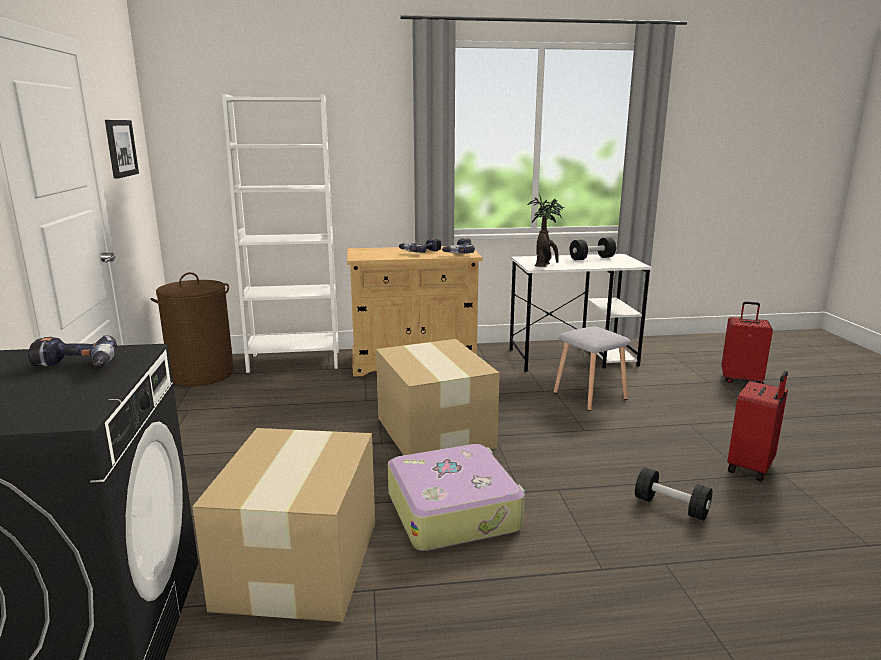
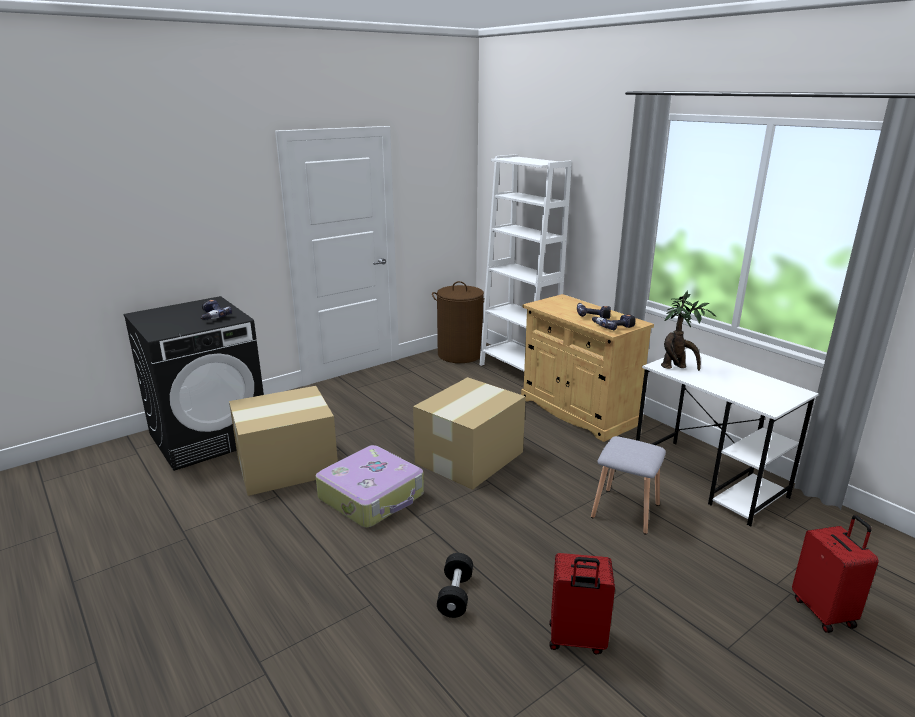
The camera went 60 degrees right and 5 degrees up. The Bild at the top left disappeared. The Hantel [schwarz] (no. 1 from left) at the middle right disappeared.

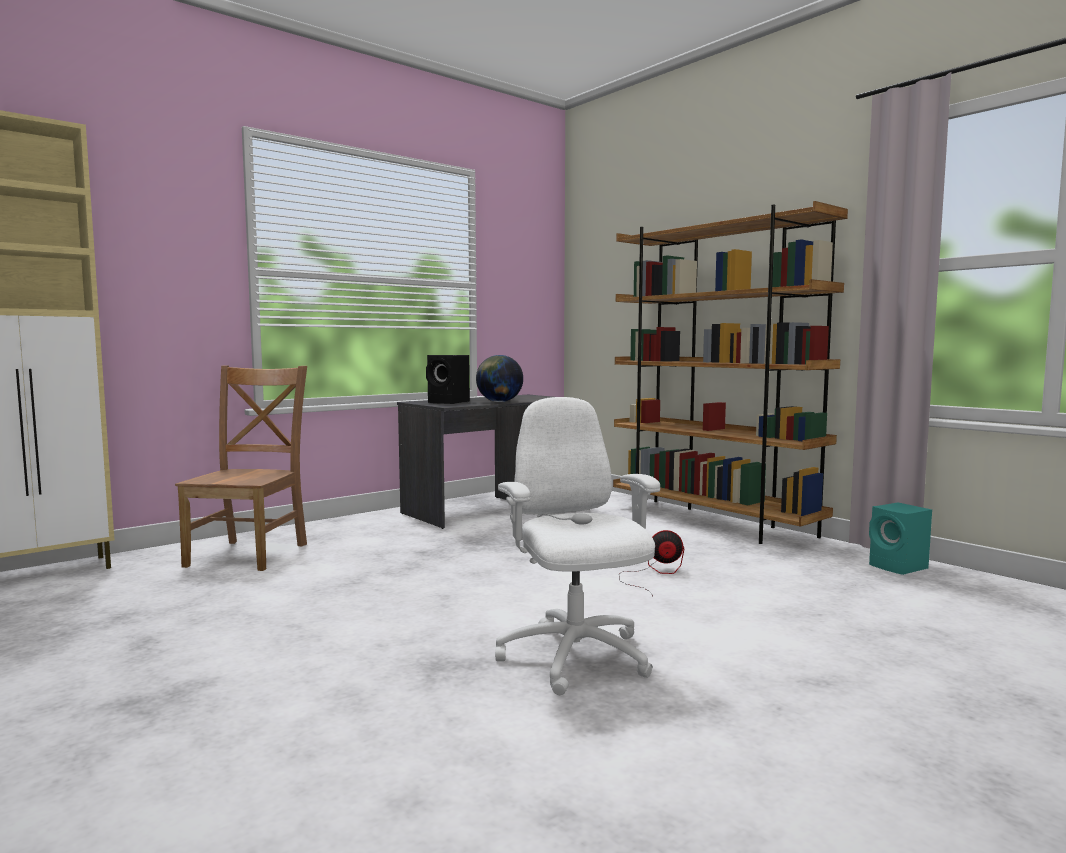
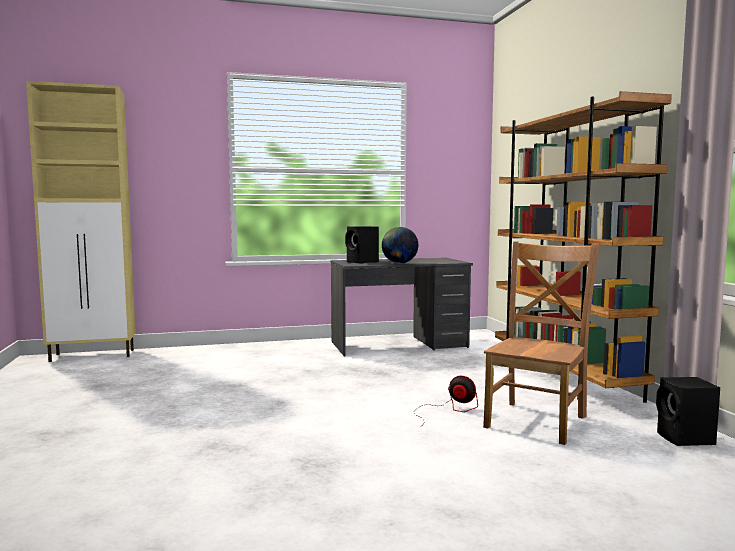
The camera went 25 degrees right and 0 degrees up. The Stuhl [braun] moved from the middle left to the middle right. The Bürostuhl [weiß] at the centre disappeared. The Lautsprecher [türkis] at the middle right became the Lautsprecher [schwarz] (no. 2 from left) at the bottom right.

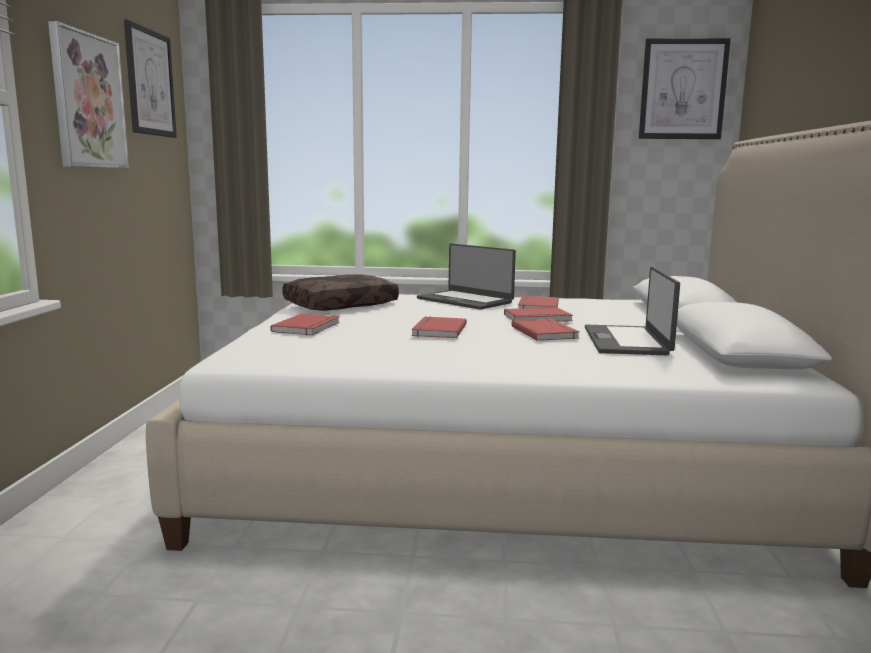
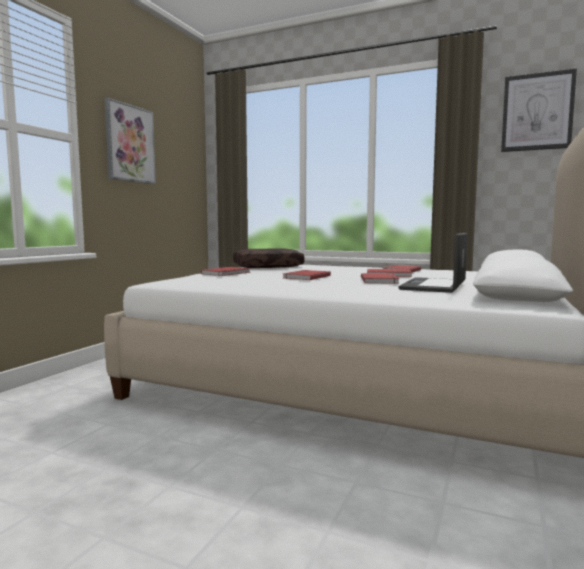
The camera went 20 degrees right and 5 degrees down. The Bild (no. 2 from left) at the top left disappeared. The Laptop (no. 1 from left) at the centre disappeared.

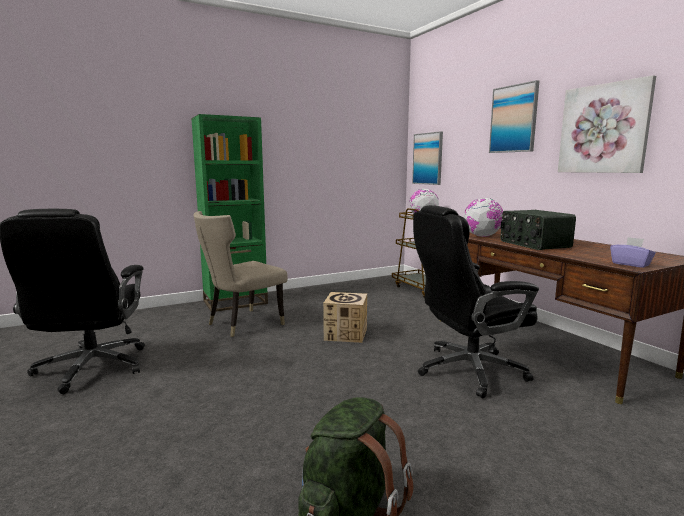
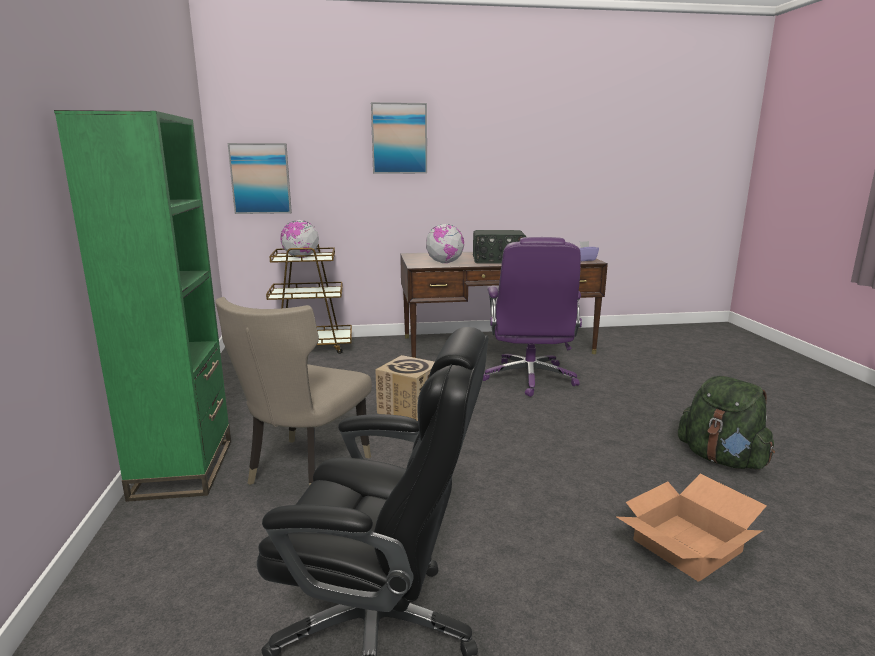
The camera went 70 degrees left and 5 degrees up. The Stuhl [beige] at the centre turned 45 degrees clockwise. The Bürostuhl [schwarz] (no. 2 from left) at the middle right became the Bürostuhl [lila] at the centre. The Bild (no. 3 from left) at the top right disappeared. The Karton (no. 2 from left) at the bottom right appeared.

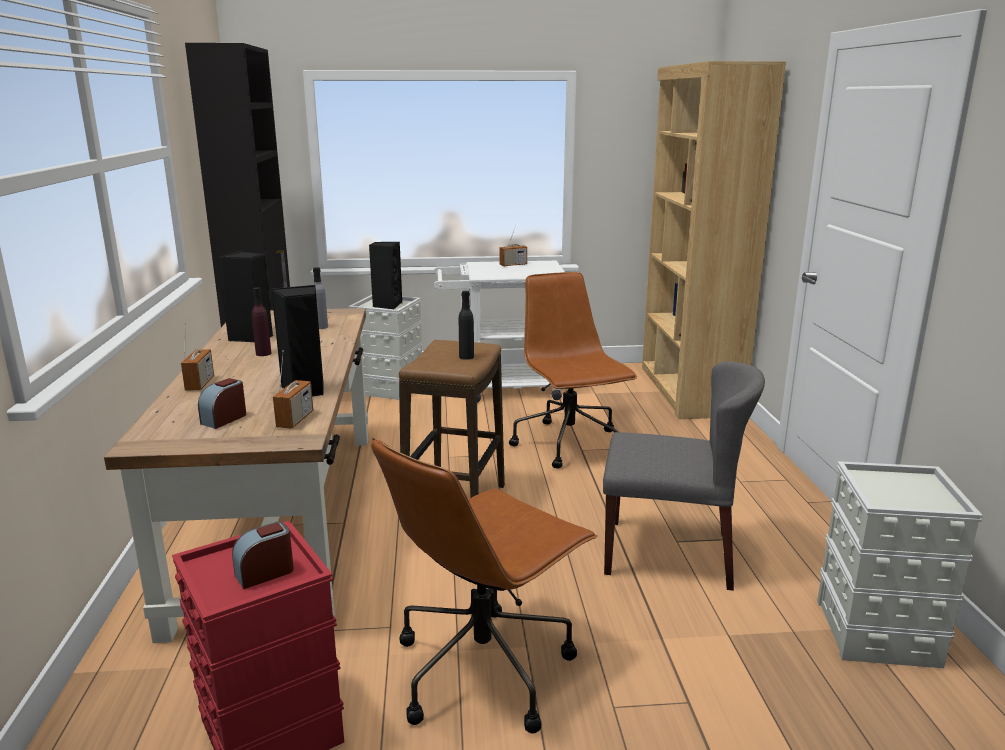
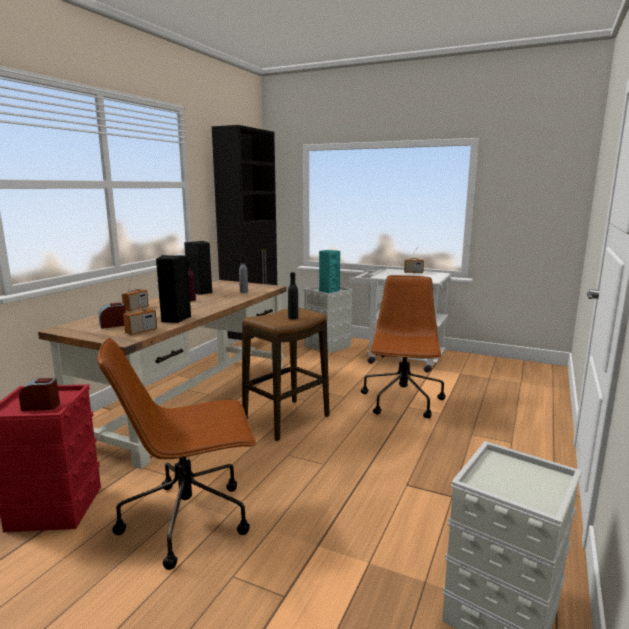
The camera went 30 degrees right and 5 degrees down. The Lautsprecher [schwarz] (no. 3 from left) at the centre became the Lautsprecher [türkis] at the centre. The Stuhl [grau] at the middle right disappeared. The Bücherregal [braun] at the top right disappeared.

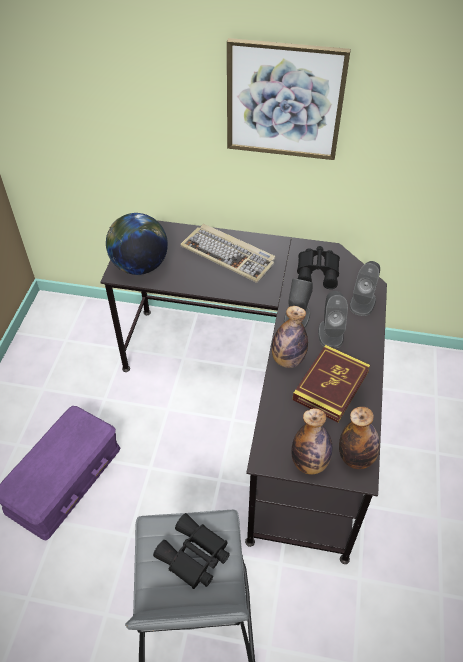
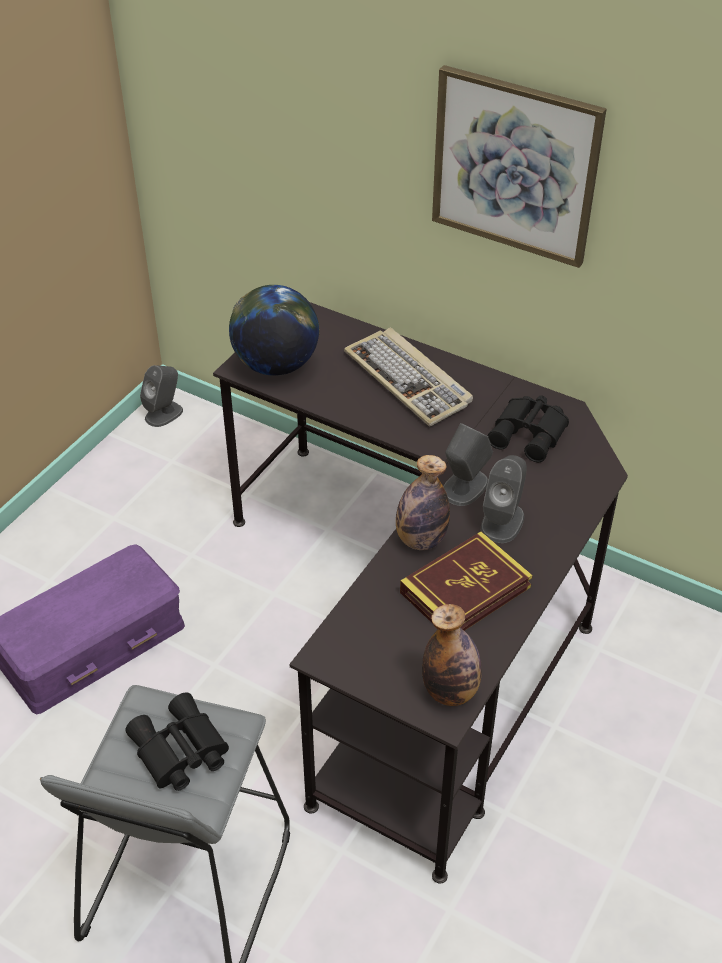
The camera went 20 degrees right and 5 degrees down. The Flasche (no. 2 from left) at the middle right disappeared. The Lautsprecher [grau] (no. 3 from left in the first image) moved from the middle right to the middle left.

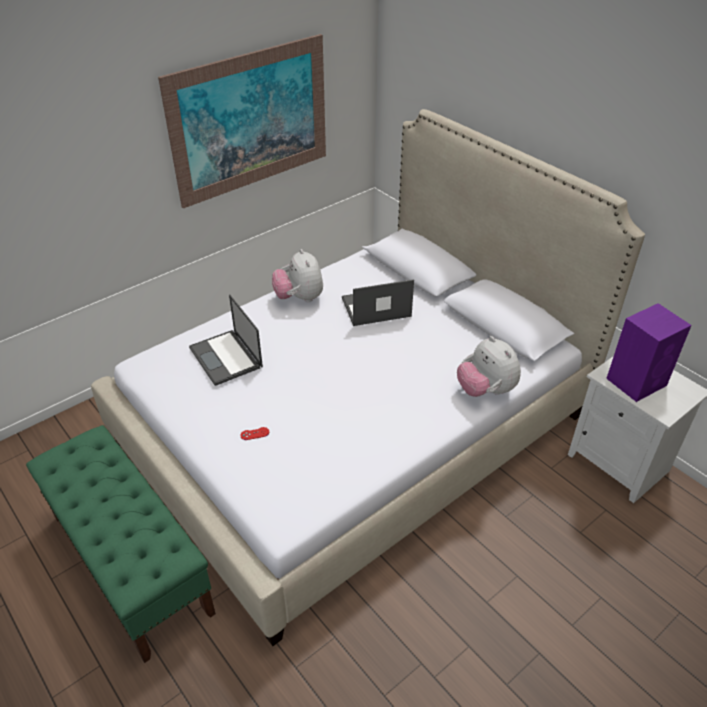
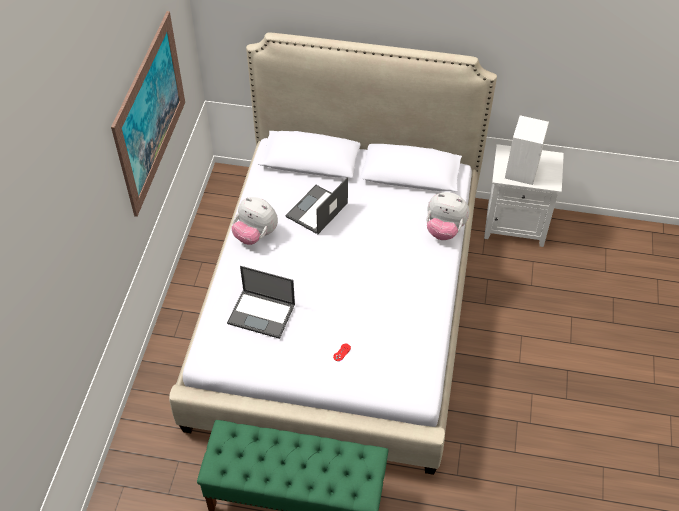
The camera went 40 degrees left and 10 degrees up. The Lautsprecher [lila] at the middle right became the Lautsprecher [weiß] at the top right.

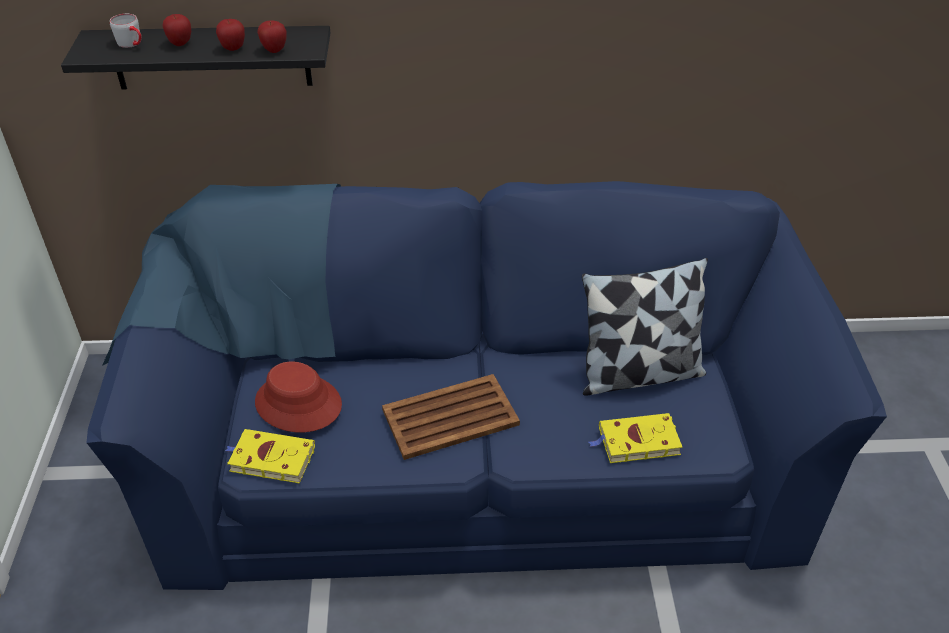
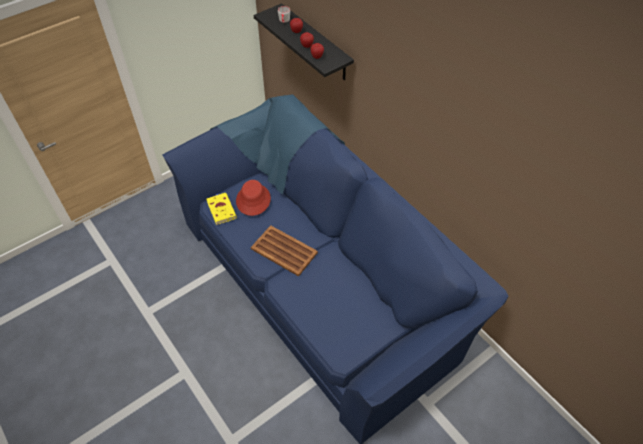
The camera went 55 degrees right and 10 degrees up. The Kissen at the middle right disappeared. The Buch [gelb] (no. 2 from left) at the bottom right disappeared.

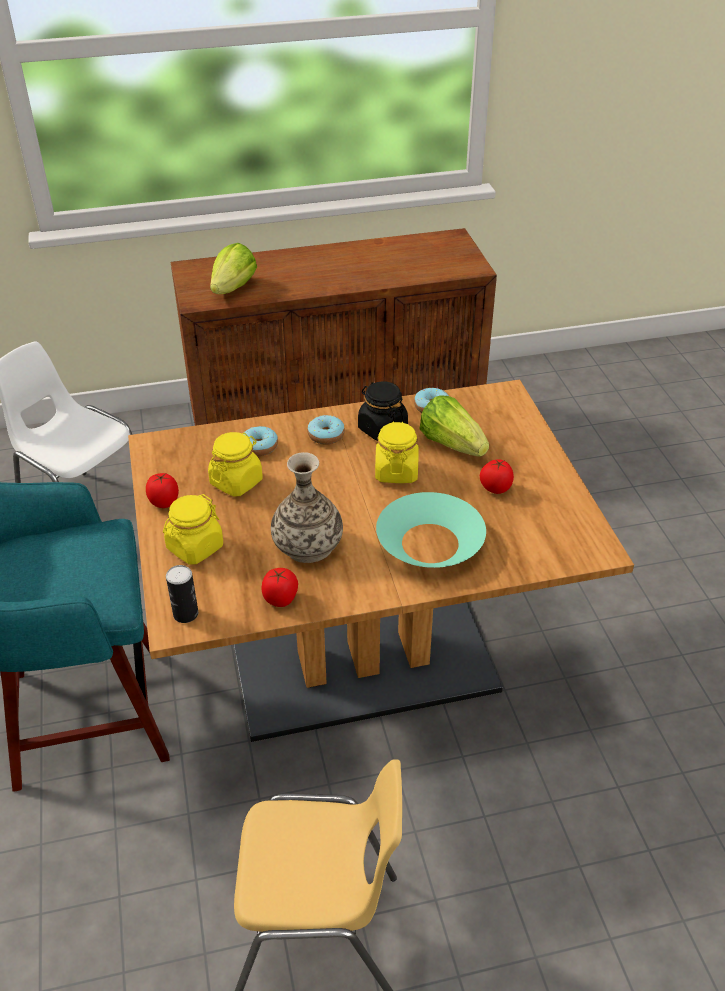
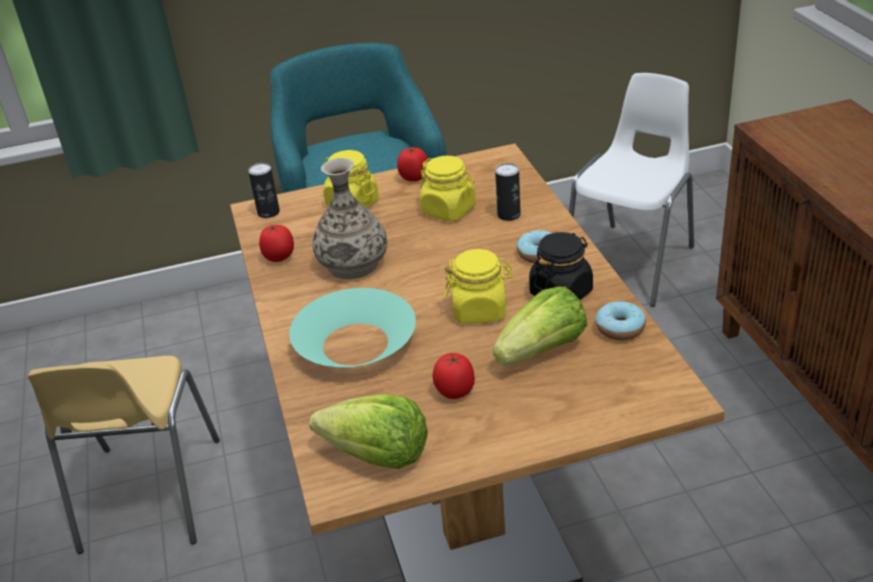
The camera went 90 degrees right and 5 degrees down. The Salatkopf (no. 1 from left) moved from the top left to the bottom centre. The Donut (no. 1 from left) at the centre was replaced by the Dose (no. 2 from left) at the top centre.

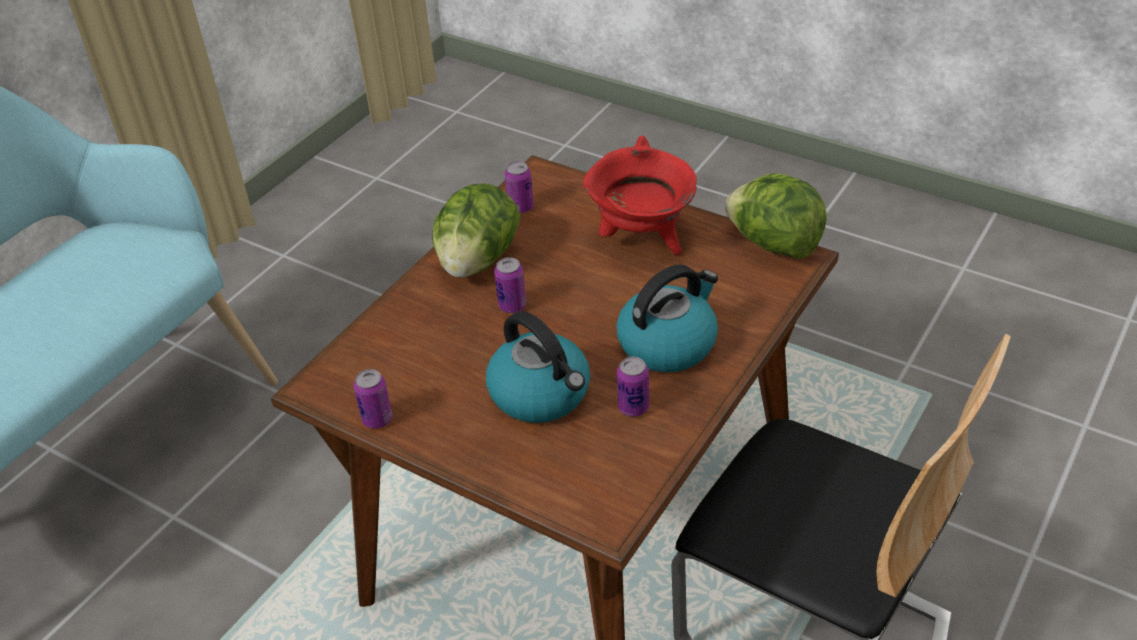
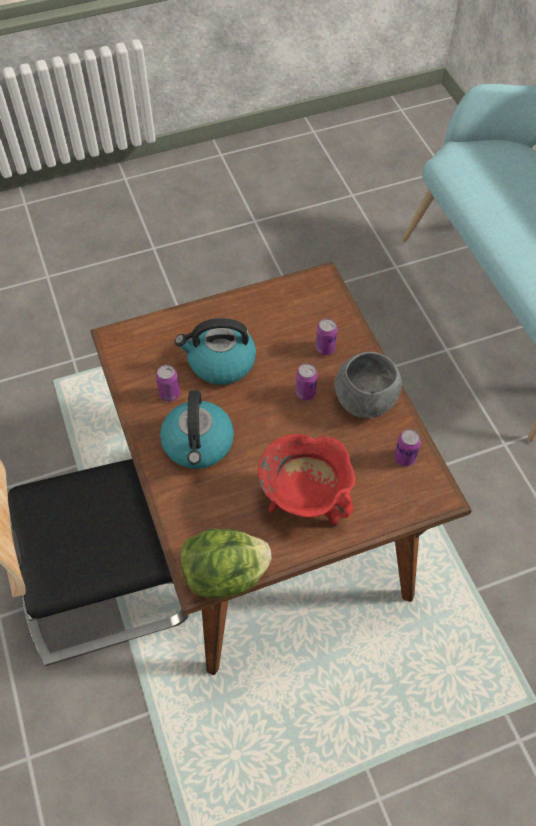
The camera went 125 degrees right and 15 degrees up. The Dose (no. 1 from left in the first image) moved from the middle left to the centre. The Salatkopf (no. 1 from left) at the centre was replaced by the Schüssel [grau] at the middle right.

